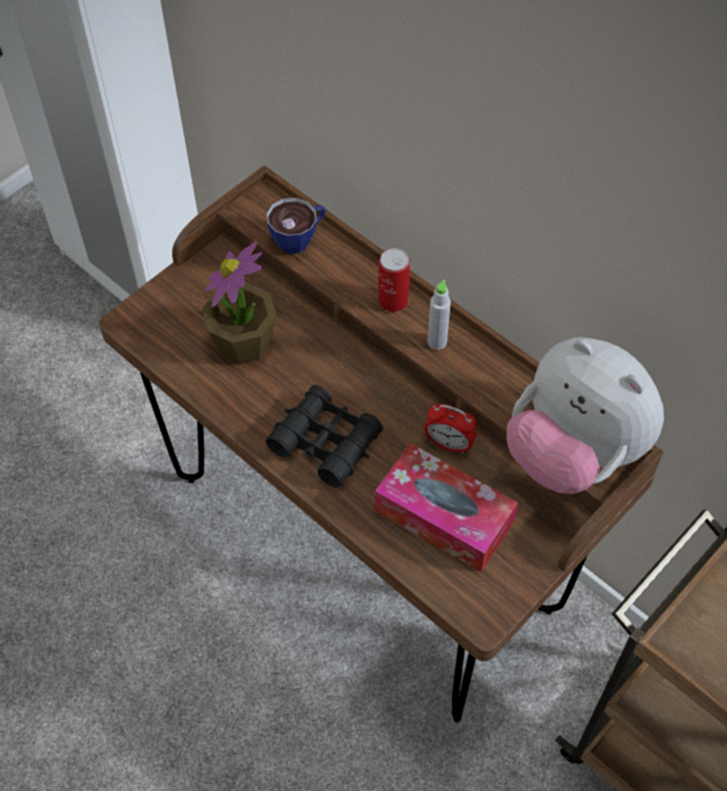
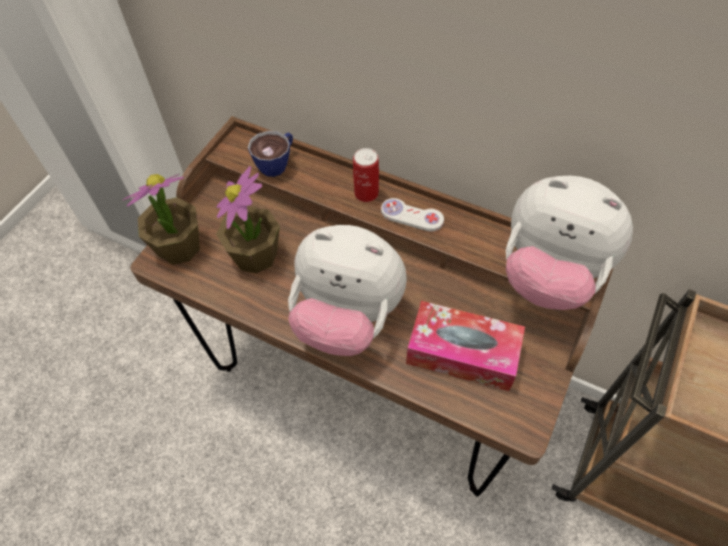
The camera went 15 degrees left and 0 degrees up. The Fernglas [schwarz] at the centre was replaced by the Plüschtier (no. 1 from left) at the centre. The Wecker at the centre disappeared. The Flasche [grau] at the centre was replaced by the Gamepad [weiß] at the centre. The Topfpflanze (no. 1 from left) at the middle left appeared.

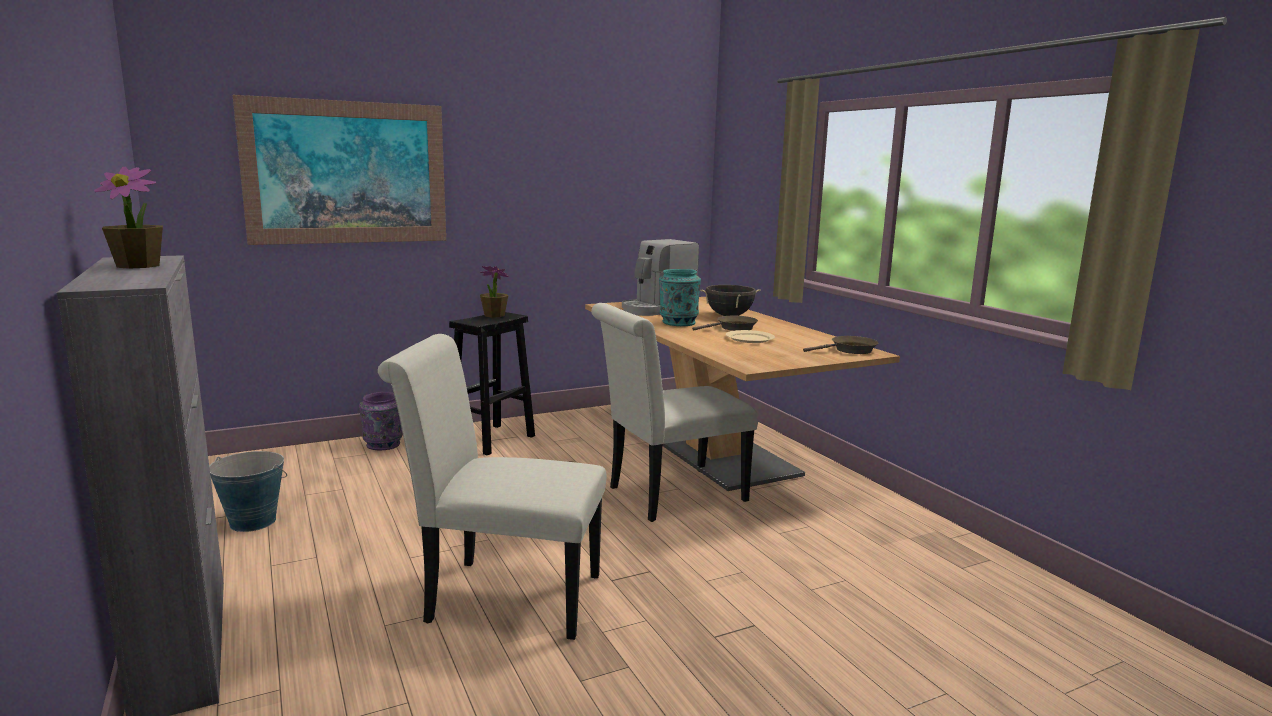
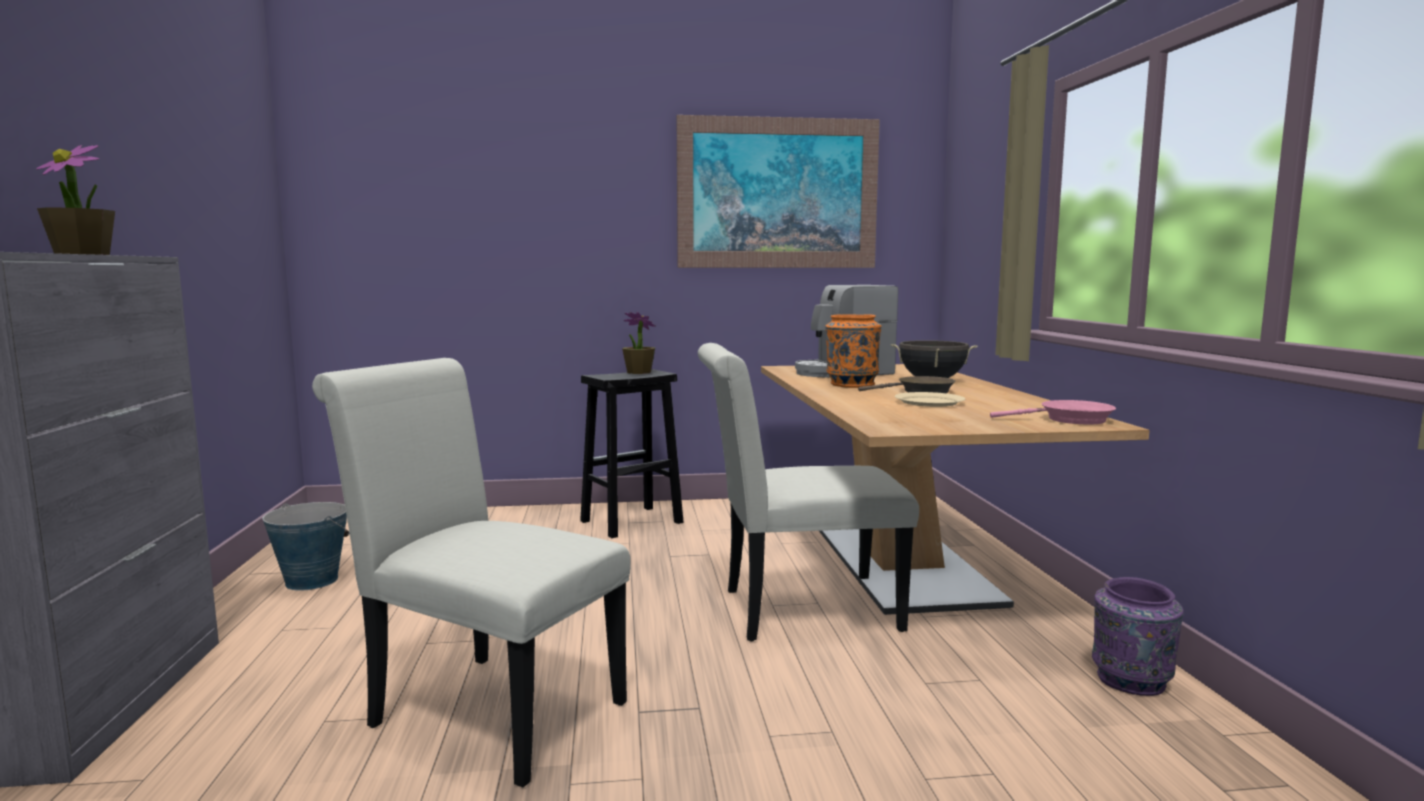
The camera went 20 degrees right and 5 degrees down. The Bild moved from the top left to the top centre. The Vase [lila] moved from the middle left to the bottom right. The Vase [türkis] at the centre became the Vase [orange] at the centre. The Pfanne [braun] (no. 2 from left) at the centre became the Pfanne [rosa] at the middle right.

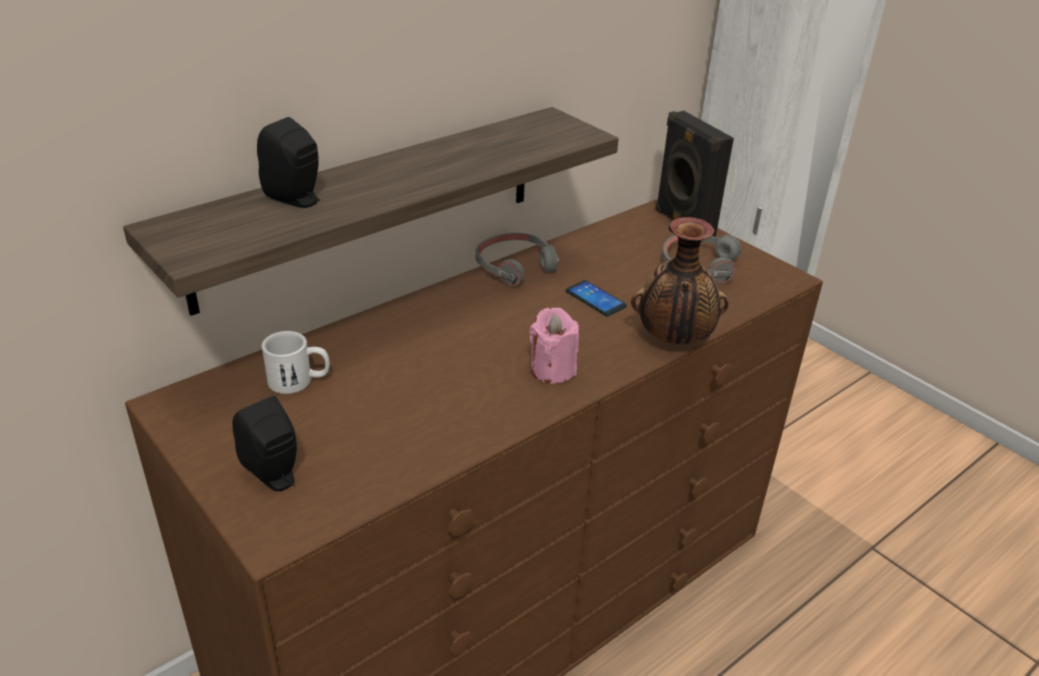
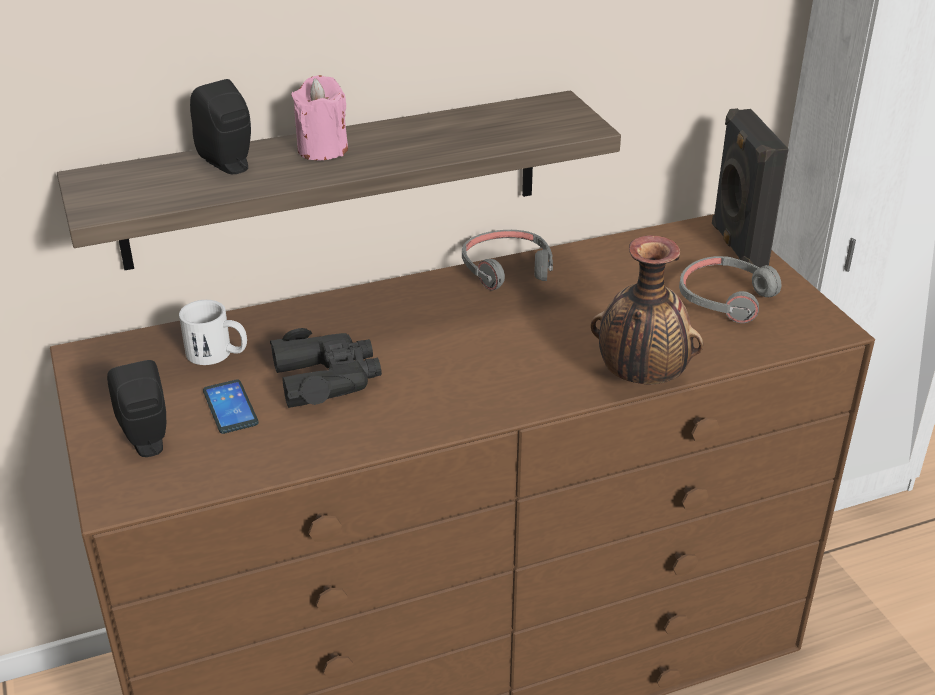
The camera went 20 degrees right and 0 degrees up. The Kerze [rosa] moved from the centre to the top centre. The Handy moved from the centre to the middle left. The Fernglas [schwarz] at the centre appeared.

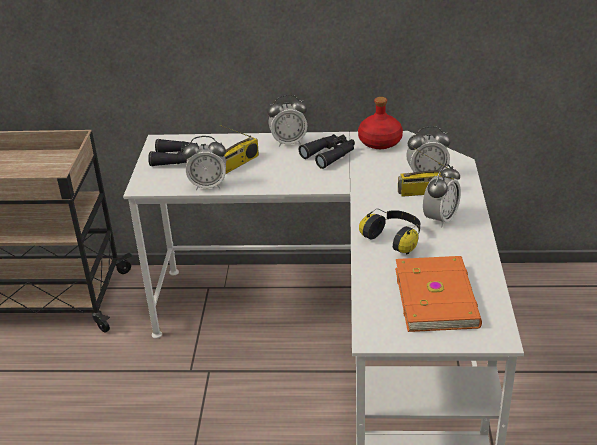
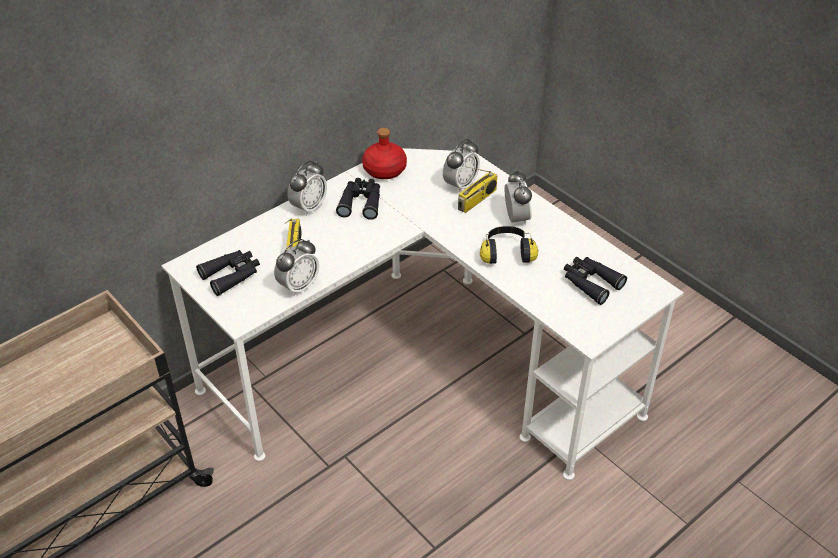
The camera went 45 degrees left and 10 degrees up. The Buch [orange] at the middle right was replaced by the Fernglas [schwarz] (no. 3 from left) at the middle right.

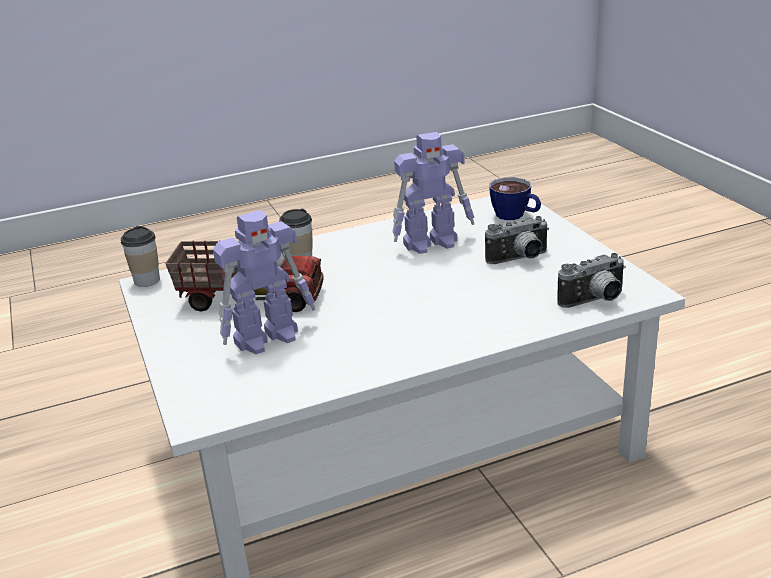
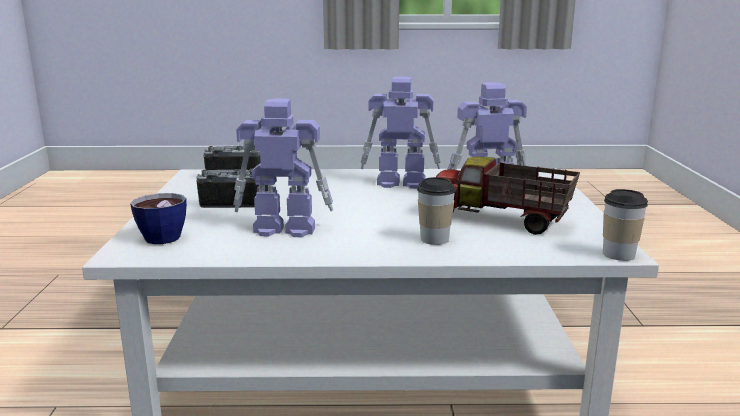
The camera went 160 degrees left and 10 degrees down. The Spielzeugroboter (no. 2 from left) at the top centre appeared.

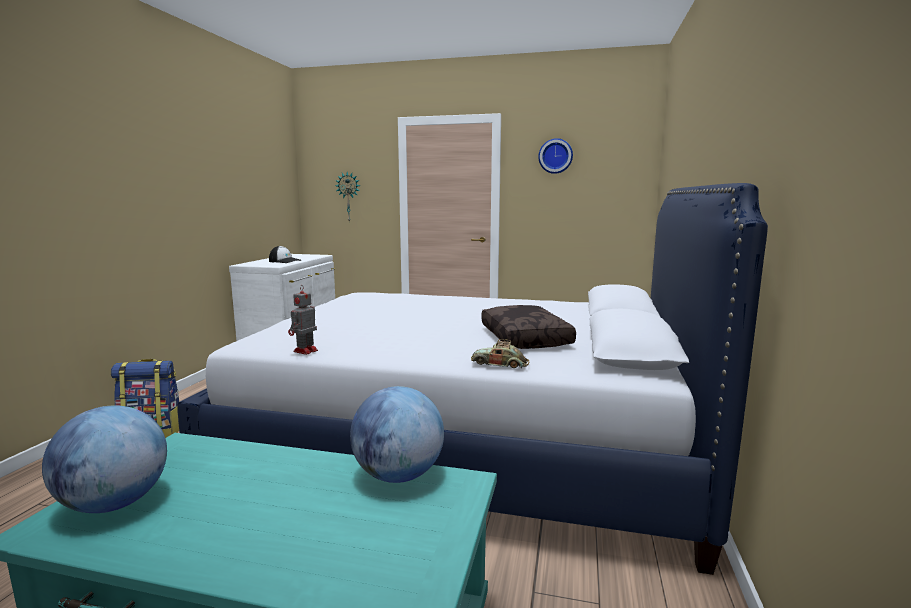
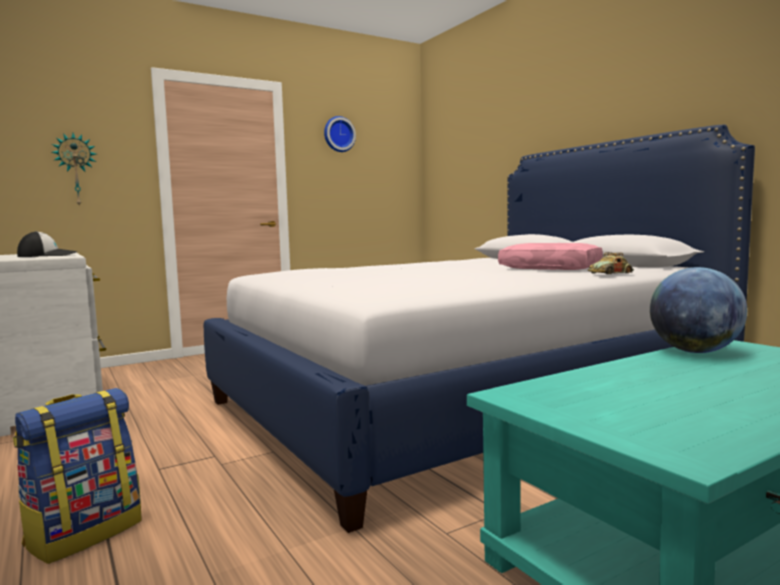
The camera went 45 degrees left and 5 degrees down. The Globus (no. 1 from left) at the bottom left disappeared. The Spielzeugroboter at the middle left disappeared. The Kissen [braun] at the centre became the Kissen [rosa] at the middle right.

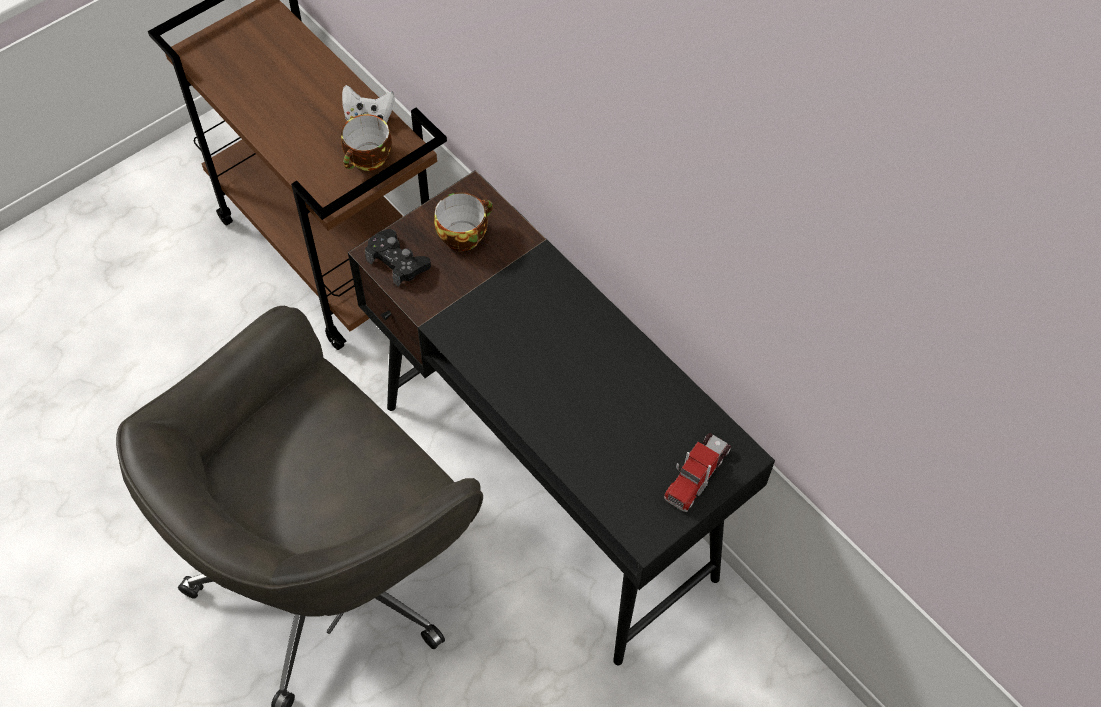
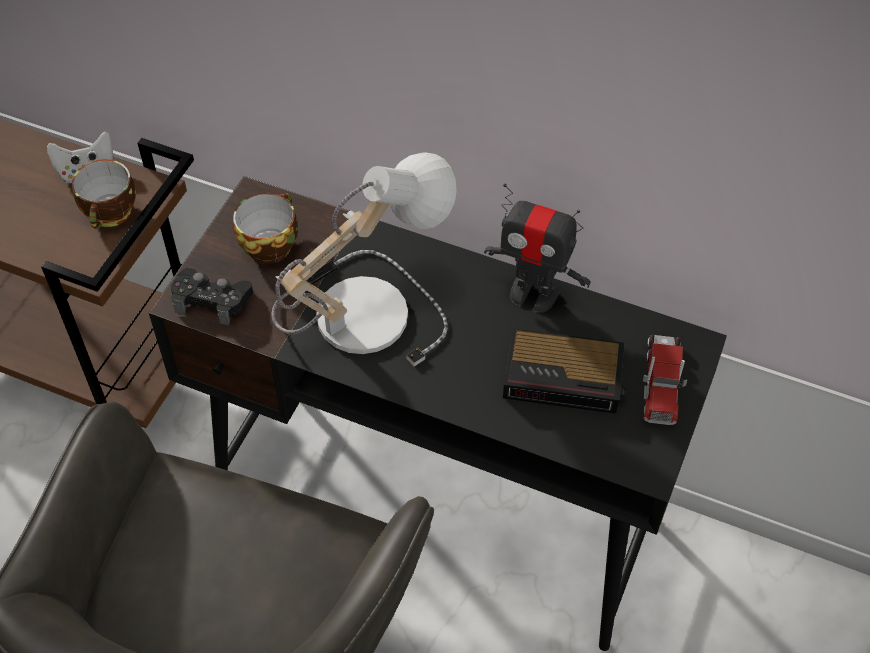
The camera went 25 degrees left and 5 degrees down. The Tischlampe at the centre appeared. The Spielzeugroboter at the centre appeared. The Wecker at the centre appeared.

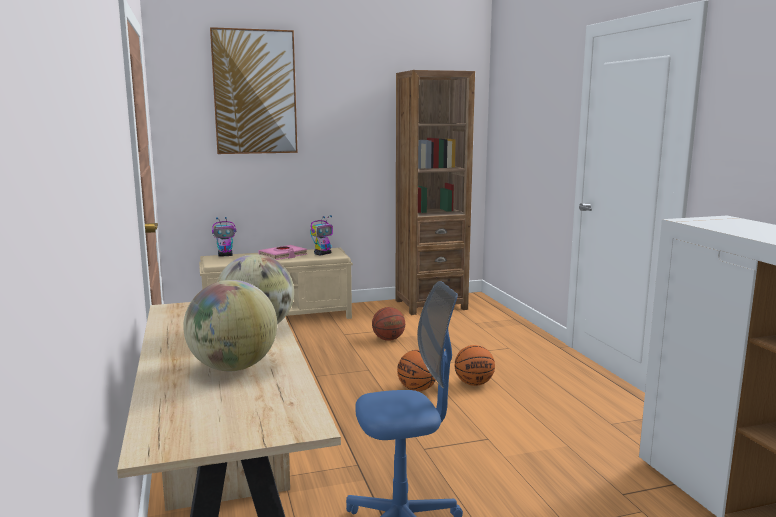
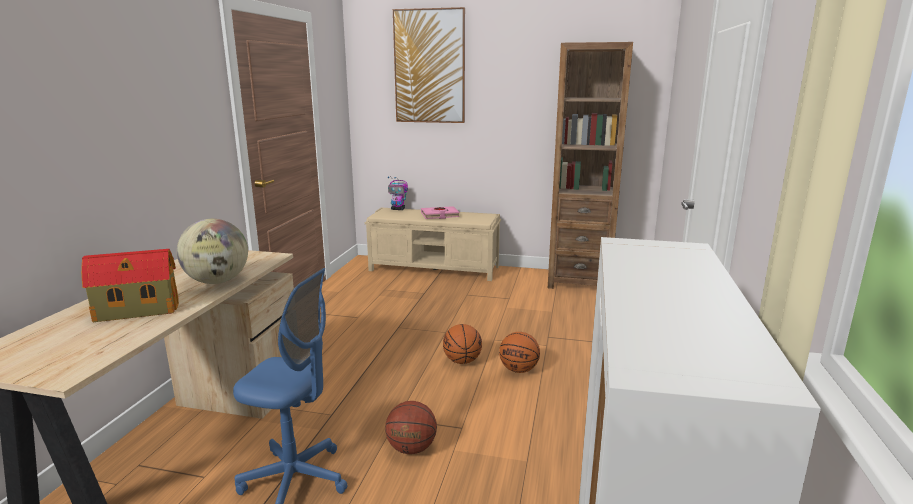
The camera went 30 degrees right and 5 degrees up. The Globus (no. 1 from left) at the middle left was replaced by the Spielzeughaus at the middle left. The Spielzeugroboter (no. 2 from left) at the centre disappeared. The Basketball (no. 1 from left) moved from the centre to the bottom centre.

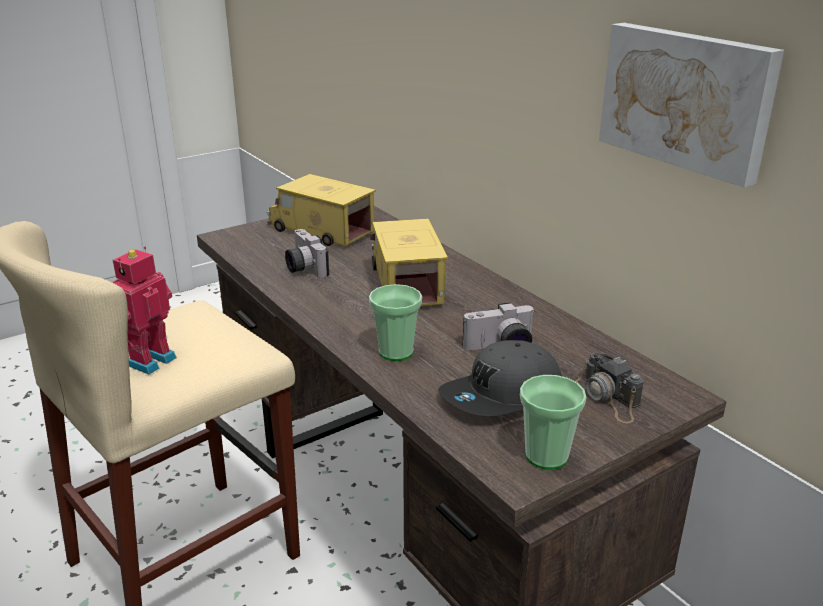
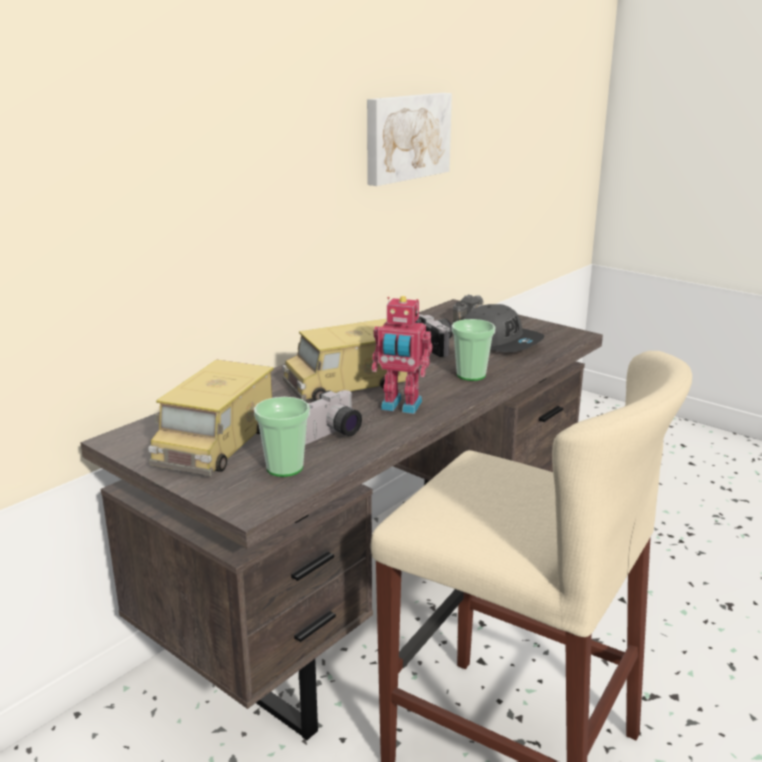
The camera went 105 degrees left and 5 degrees down. The Spielzeugroboter moved from the middle left to the centre. The Tasse (no. 2 from left in the first image) moved from the bottom right to the centre.

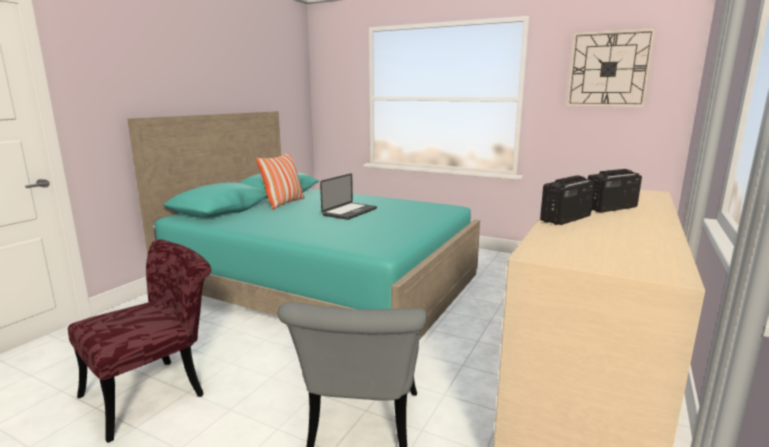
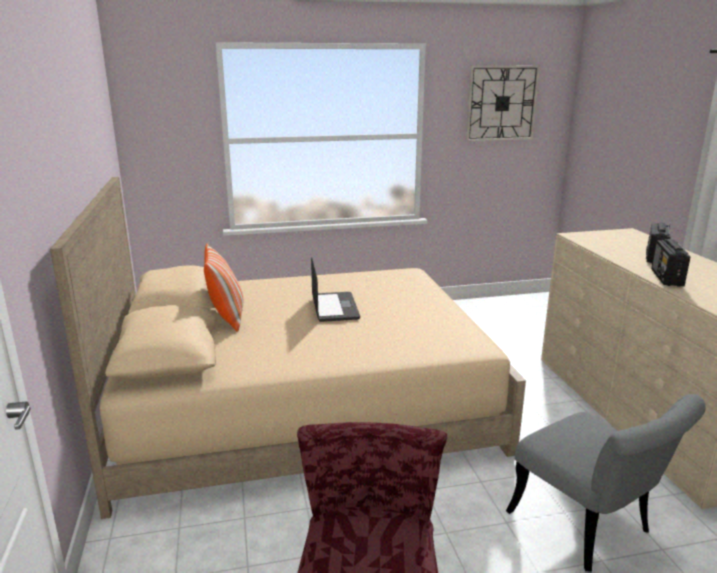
The camera went 40 degrees left and 5 degrees up. The Bett [türkis] at the centre became the Bett [beige] at the centre.

